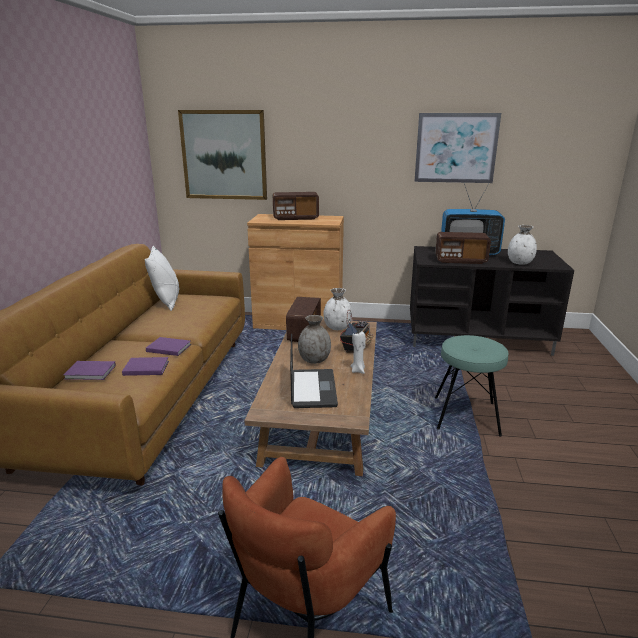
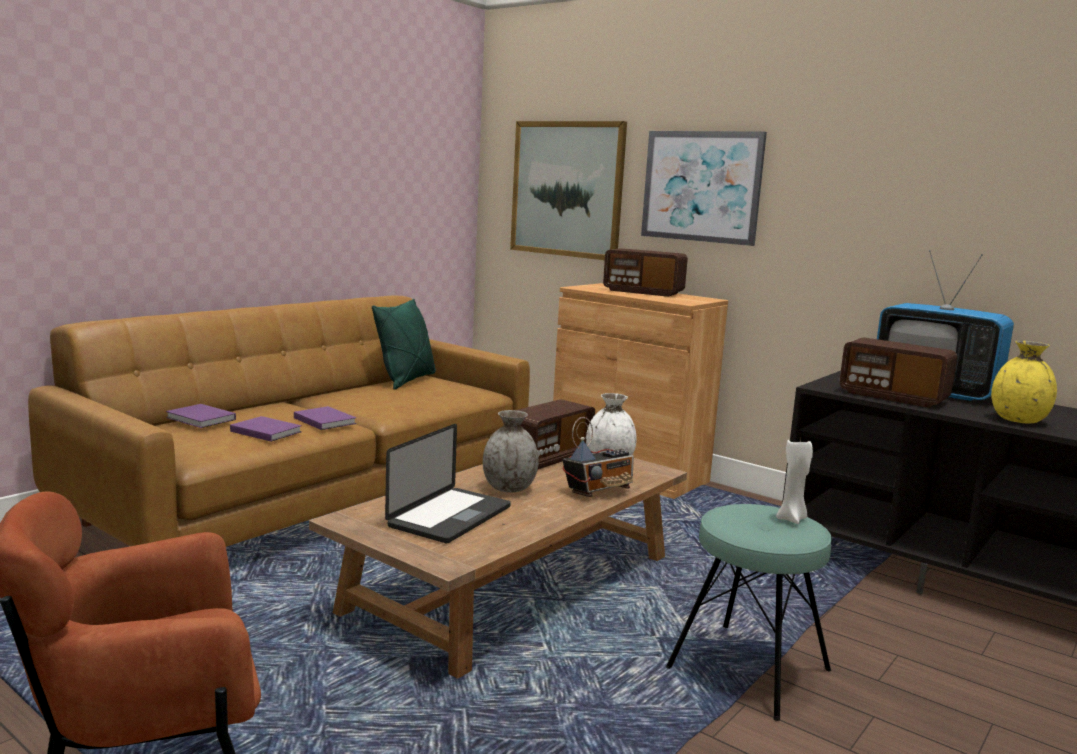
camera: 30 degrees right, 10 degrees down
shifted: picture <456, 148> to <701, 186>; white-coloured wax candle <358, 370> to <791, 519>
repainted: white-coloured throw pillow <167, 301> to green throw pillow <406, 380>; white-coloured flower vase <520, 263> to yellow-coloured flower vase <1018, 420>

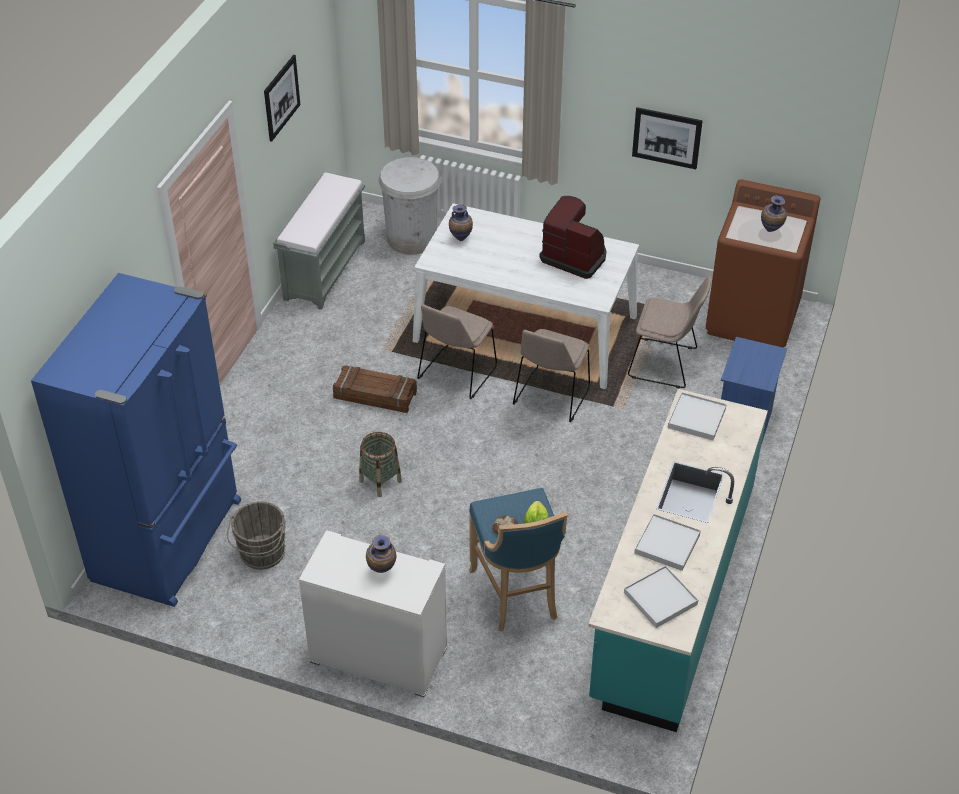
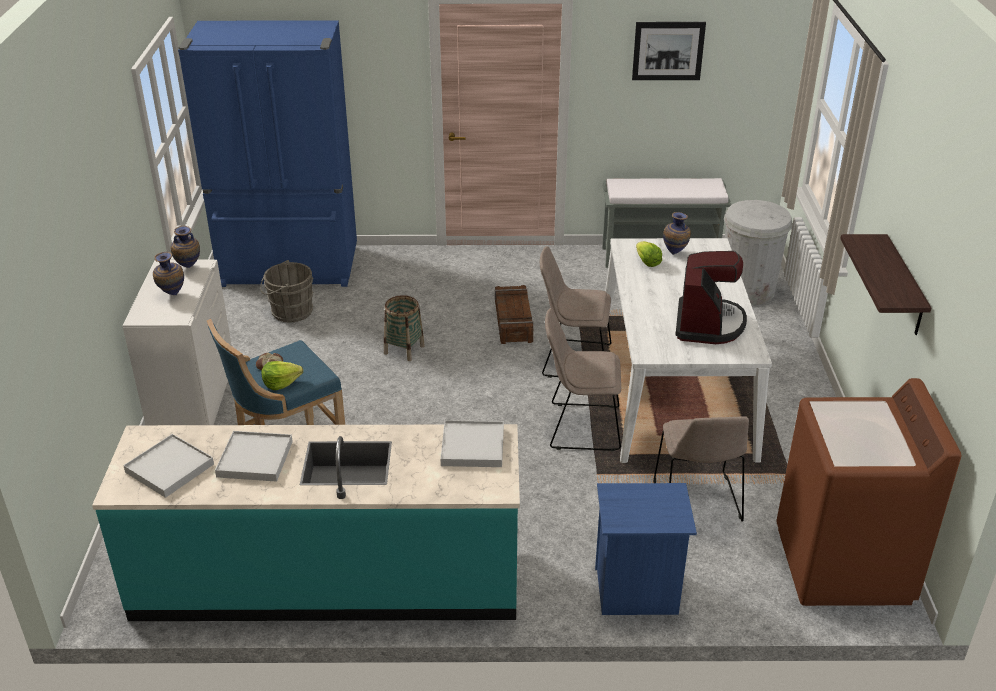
camera: 70 degrees right, 10 degrees down
new: lettuce <647, 262>
shifted: flower vase <771, 231> to <188, 268>
swapped: picture <666, 138> to wall shelf <904, 286>

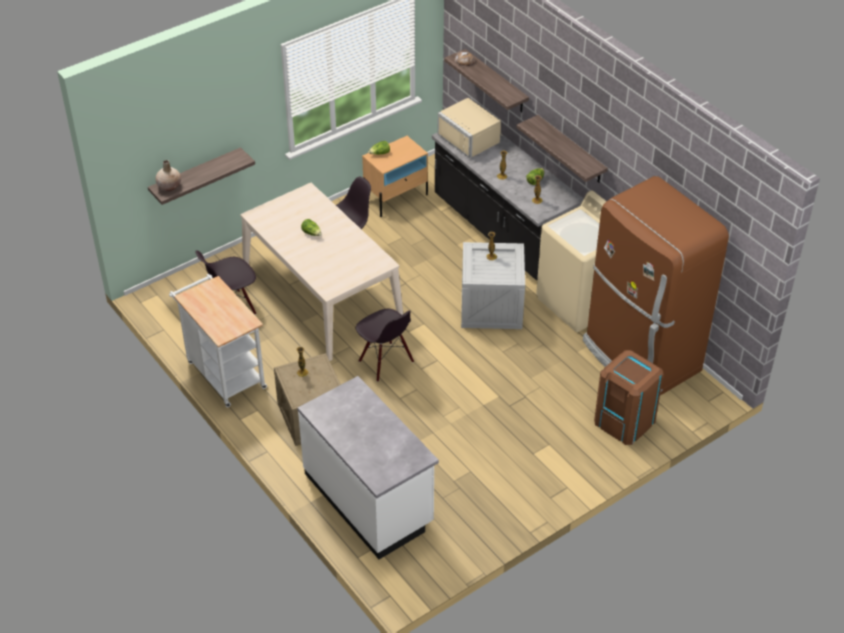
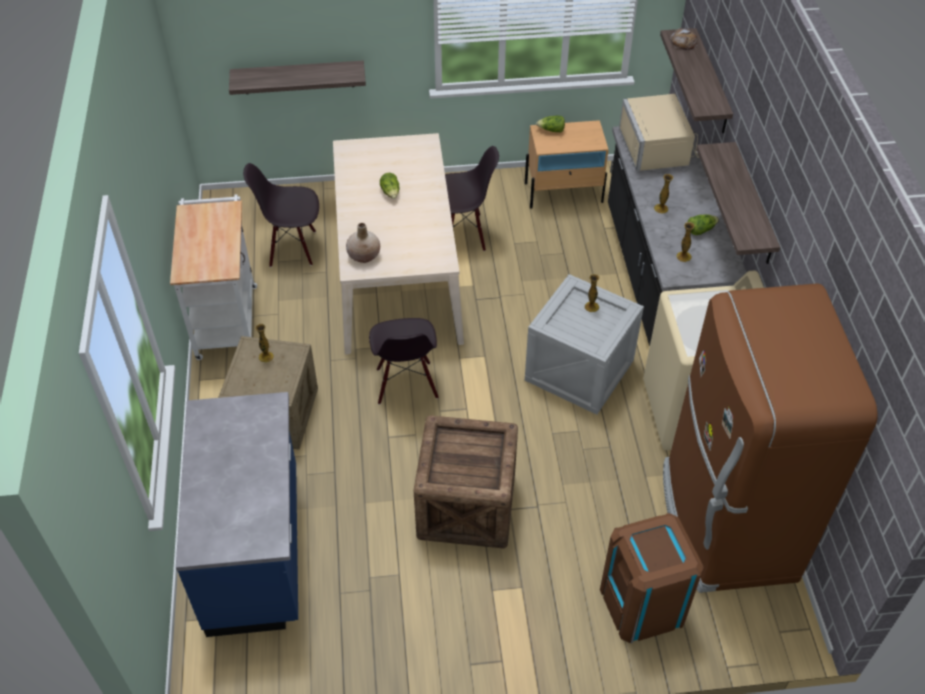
camera: 30 degrees right, 5 degrees up
new: shipping crate <467, 507>
shifted: sand-coloured flower vase <169, 186> to <364, 255>
repainted: white-coloured kitchen base unit <369, 499> to blue kitchen base unit <257, 550>

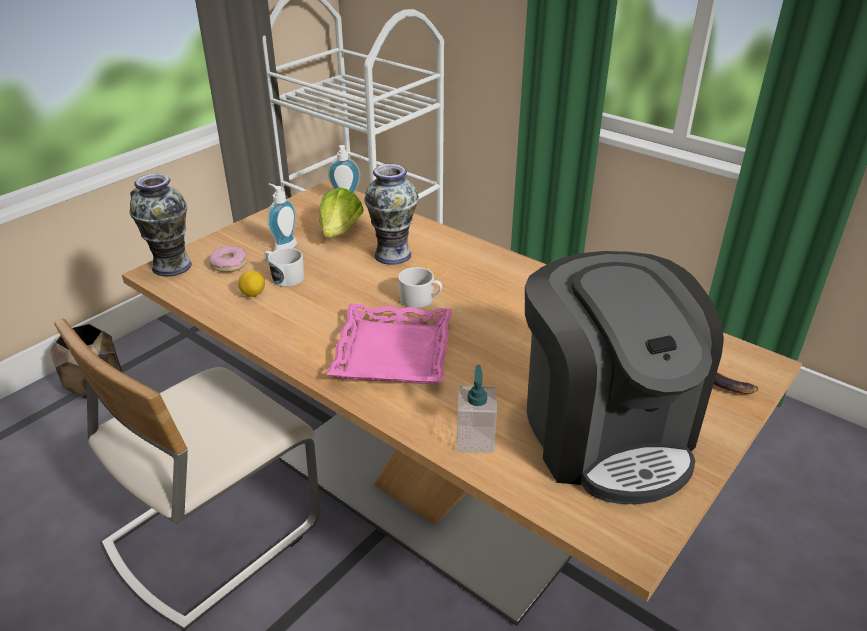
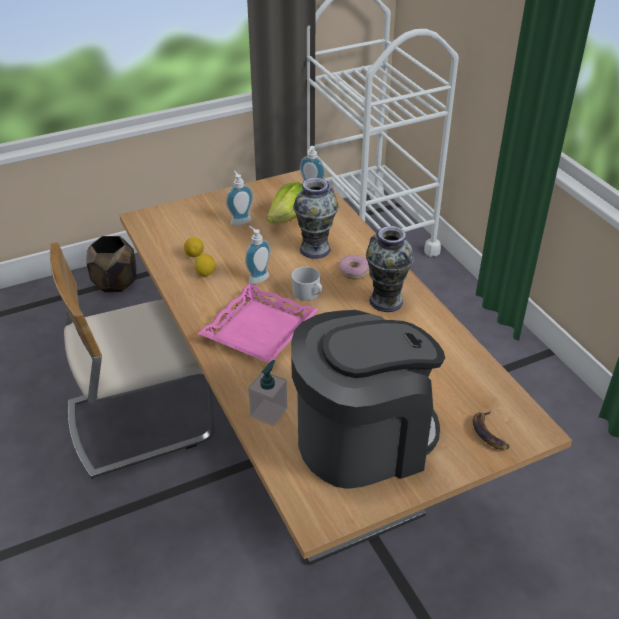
camera: 25 degrees right, 5 degrees up
gone: white-coloured tea mug <284, 277>
new: lemon <205, 273>; soap bottle <257, 277>
shifted: donut <229, 264> to <354, 271>; flower vase <171, 266> to <385, 301>
rotated: coffee maker <605, 432> = <363, 438> 120 degrees counterclockwise

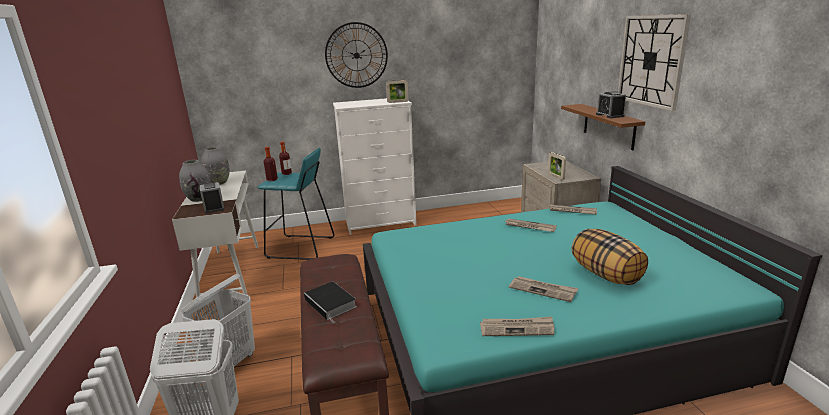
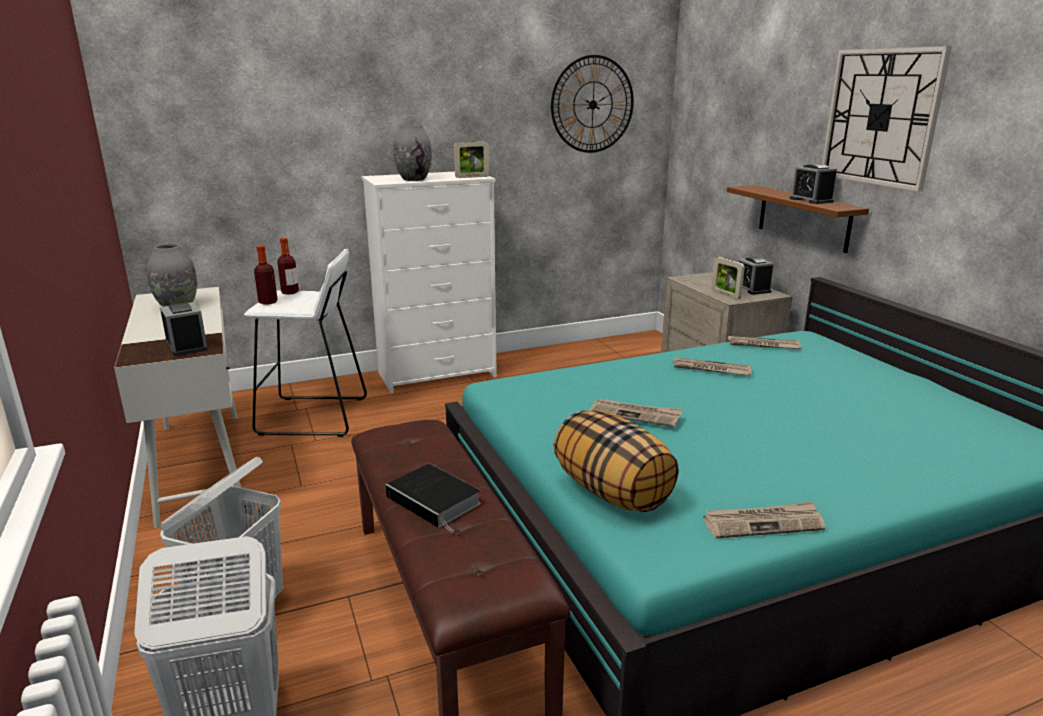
camera: 10 degrees left, 0 degrees up
new: table clock <752, 289>
shifted: greyish flower vase <199, 199> to <414, 179>; clock on the wall <356, 55> to <592, 104>; throw pillow <606, 275> to <613, 492>; daily paper <543, 290> to <635, 415>
repainted: blue-green stool <301, 248> to white-coloured stool <314, 416>

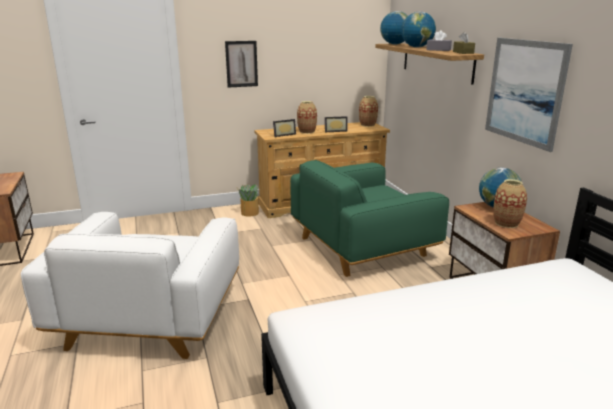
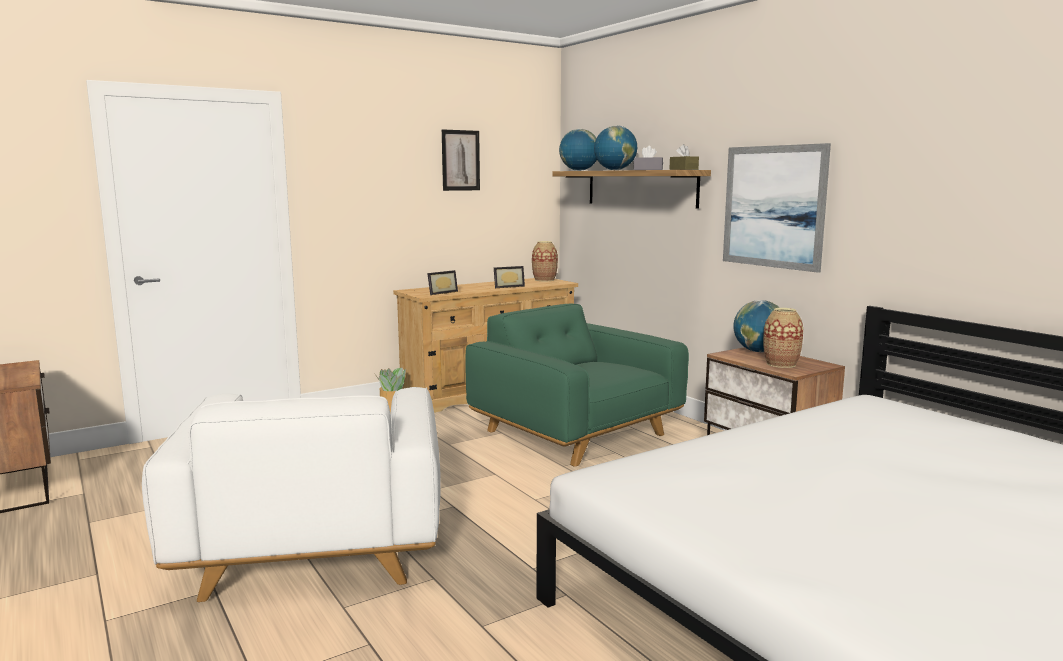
camera: 15 degrees left, 10 degrees down
gone: flower vase <307, 131>
shifted: picture <241, 64> to <460, 160>
rotated: green lounge chair <362, 246> = <575, 433> 90 degrees clockwise

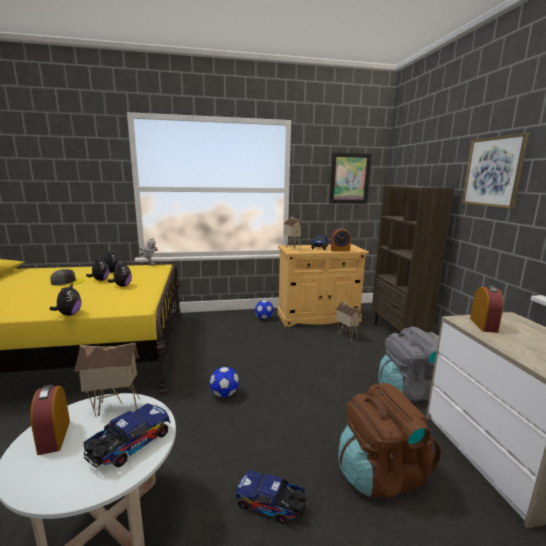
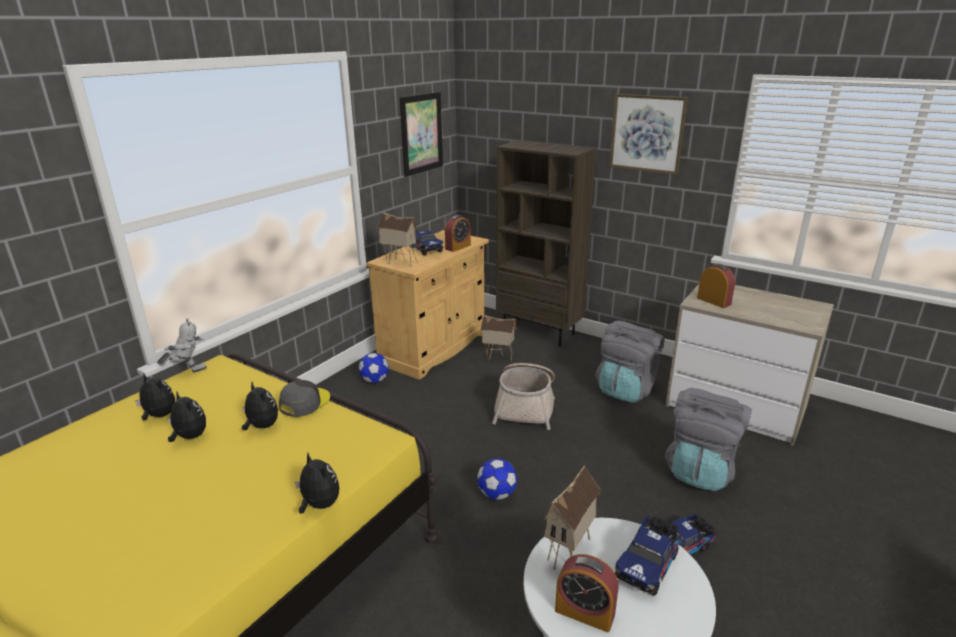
camera: 45 degrees left, 10 degrees up
new: storage basket <526, 405>
shifted: greyish cap <67, 282> to <304, 402>
repainted: brownish knapsack <380, 474> to greyish knapsack <700, 470>
rotated: model truck <129, 446> = <648, 563> 135 degrees counterclockwise

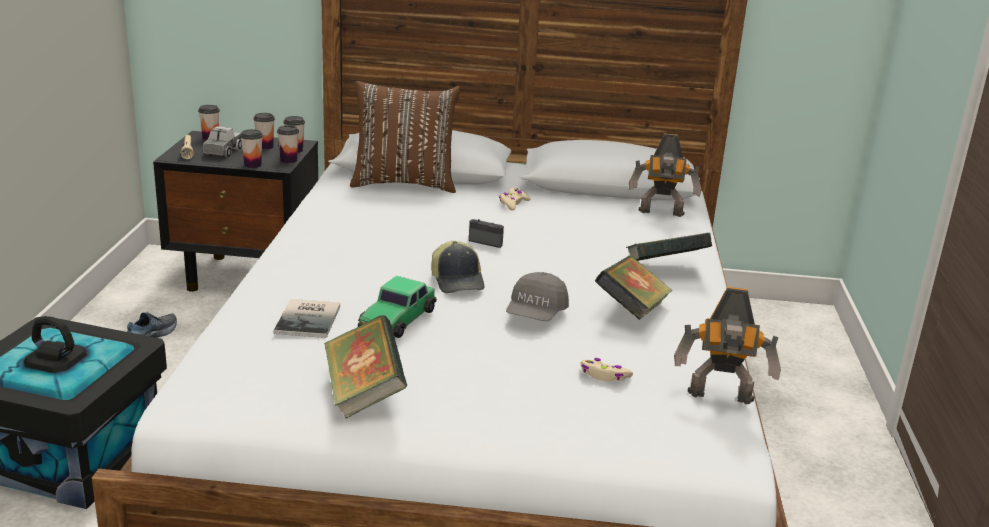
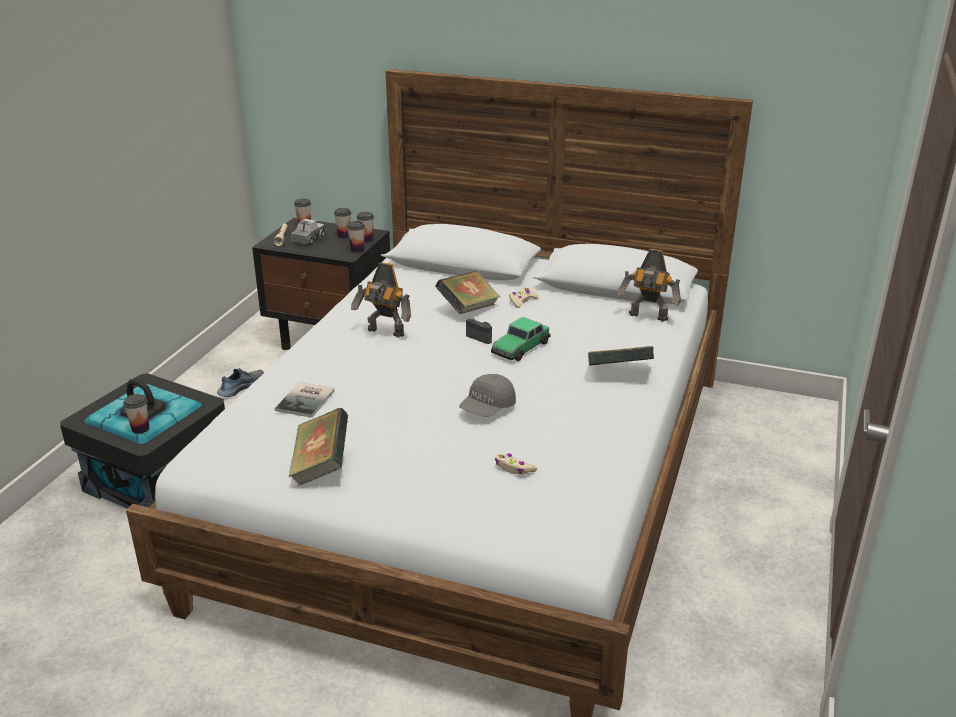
camera: 15 degrees right, 5 degrees up
gone: brownish throw pillow <404, 183>; cap <458, 281>
shifted: cup <252, 165> to <140, 429>; toy robot <721, 398> to <385, 333>; book <631, 311> to <468, 309>; model car <397, 319> to <520, 348>

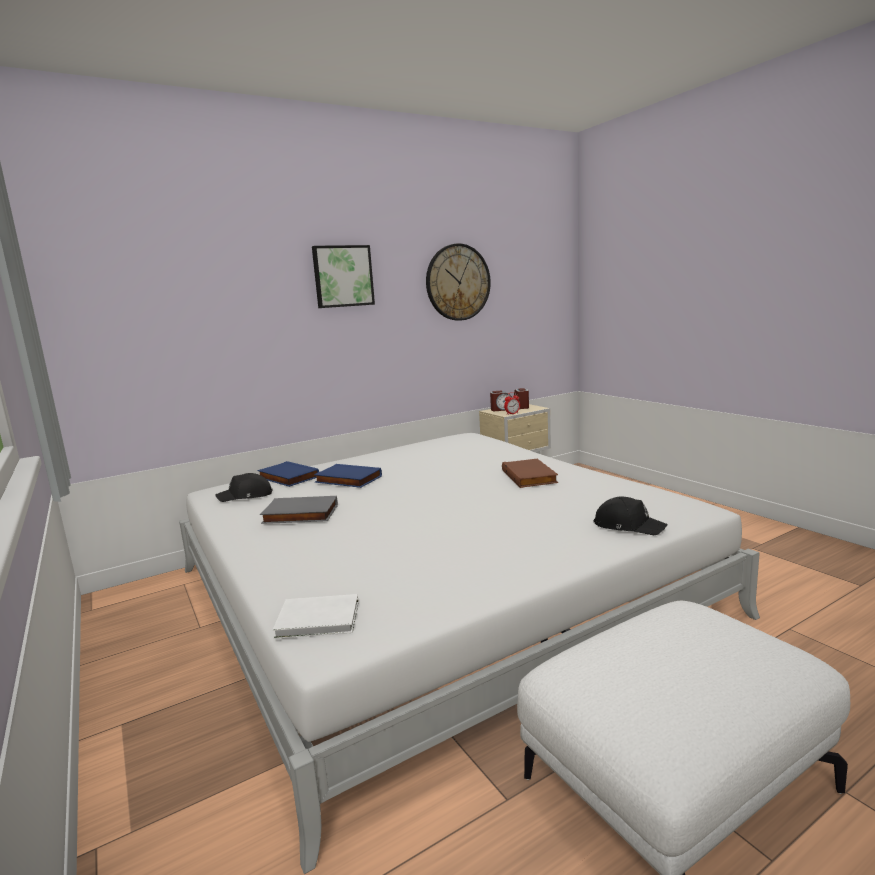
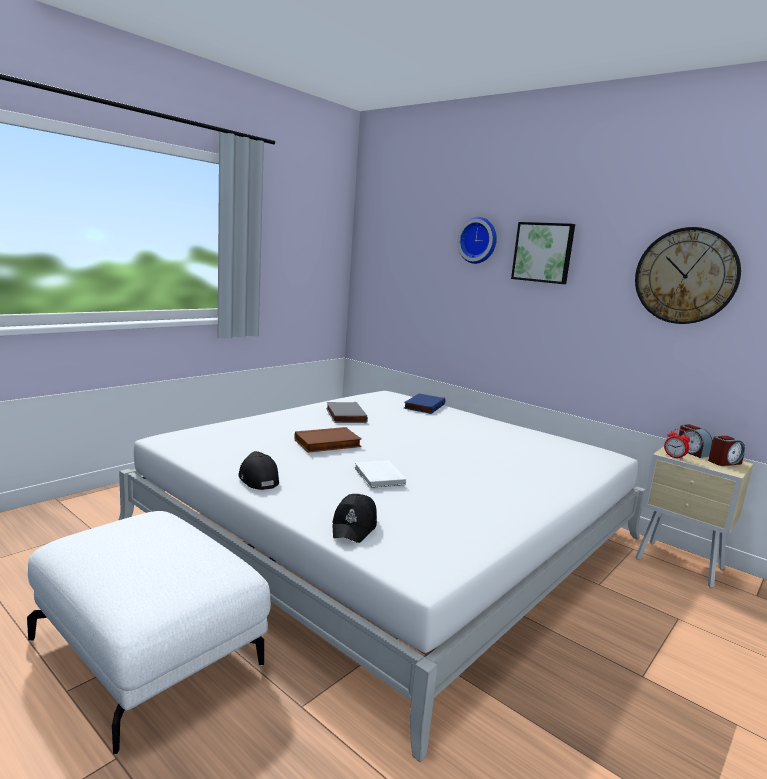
camera: 70 degrees right, 0 degrees up
gone: blue book <347, 480>
new: clock on the wall <478, 240>
shifted: black-coloured cap <246, 496> to <257, 478>; brownish book <530, 476> to <327, 444>; white-coloured book <320, 620> to <379, 477>

